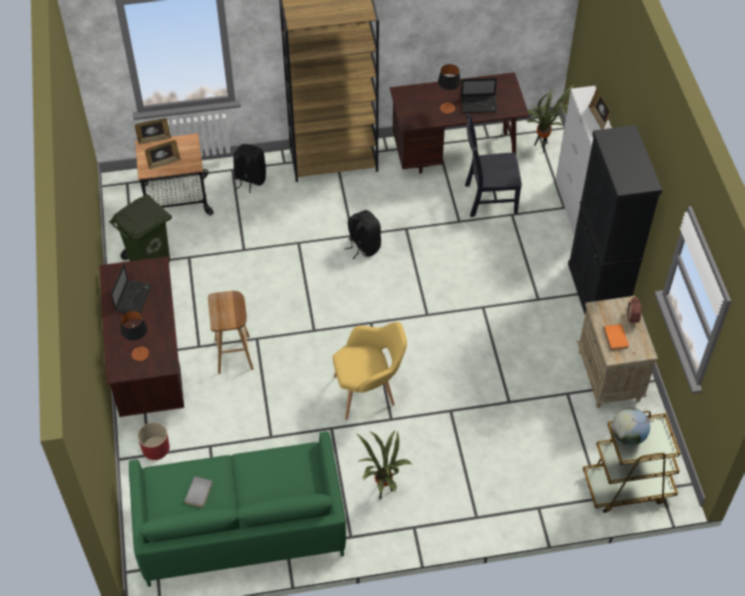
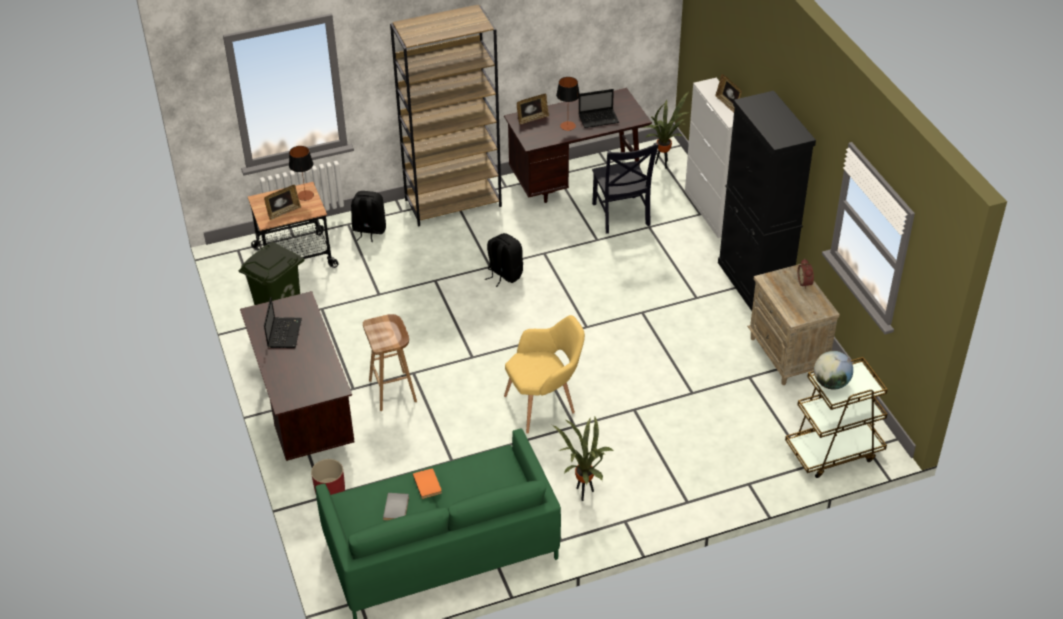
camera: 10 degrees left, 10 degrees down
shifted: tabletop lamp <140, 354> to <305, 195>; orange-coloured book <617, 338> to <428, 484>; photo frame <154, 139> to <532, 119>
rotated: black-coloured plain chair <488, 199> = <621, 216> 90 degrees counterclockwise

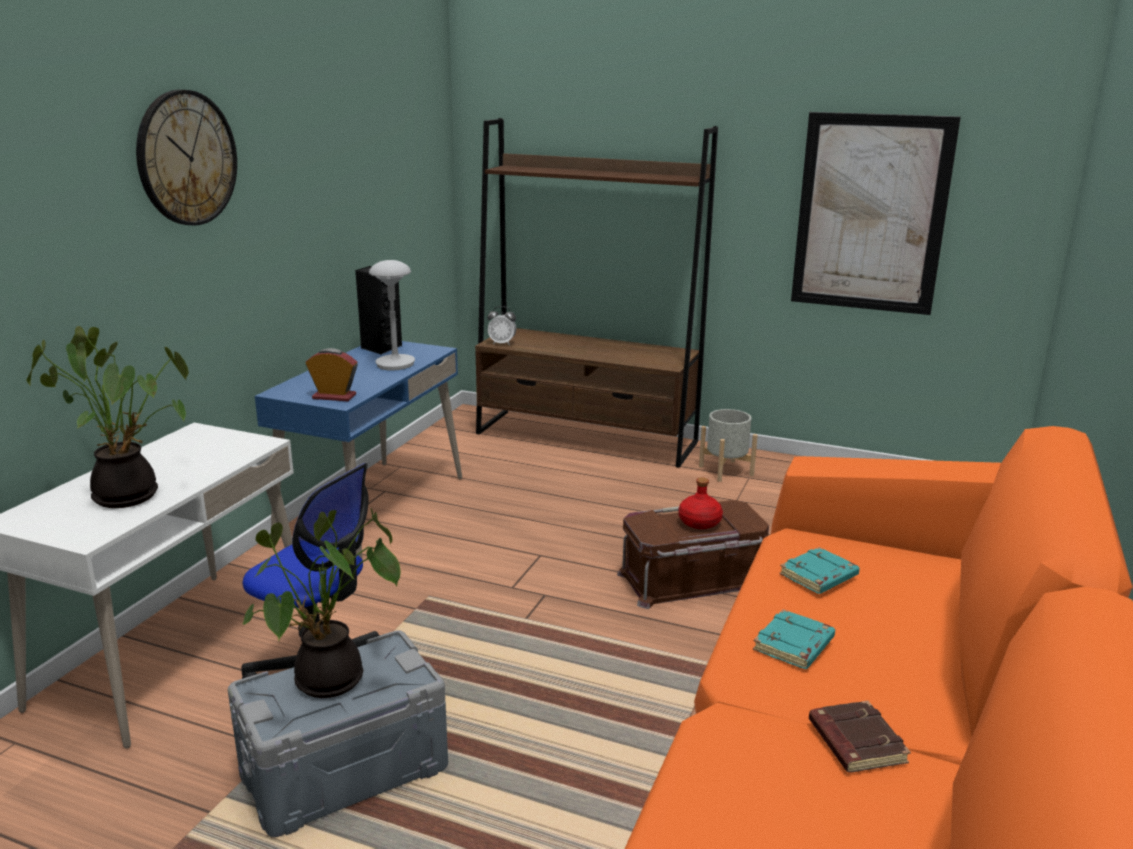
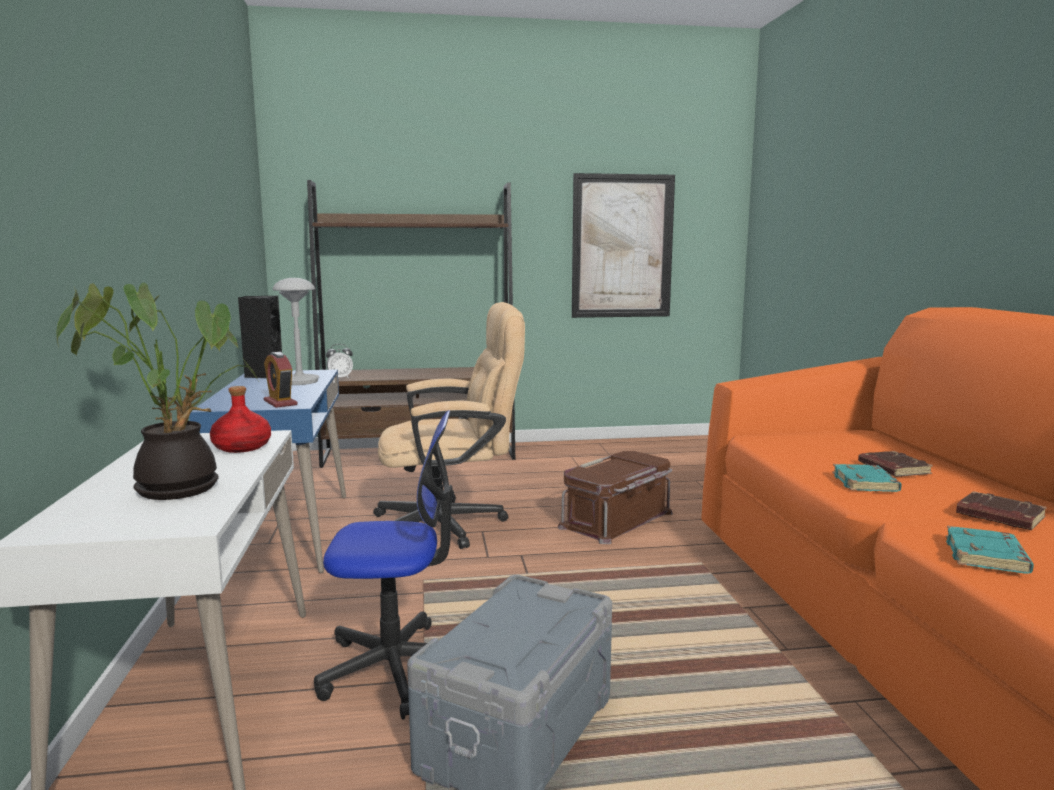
camera: 30 degrees left, 10 degrees down
gone: clock on the wall <186, 158>; houseplant <329, 684>; greyish planter <726, 470>
new: sand-coloured office chair <451, 524>; brownish book <892, 469>
shifted: red beverage bottle <699, 522> to <242, 447>; blue-green book <819, 576> to <987, 557>
rotated: table clock <334, 397> = <280, 403> 105 degrees counterclockwise

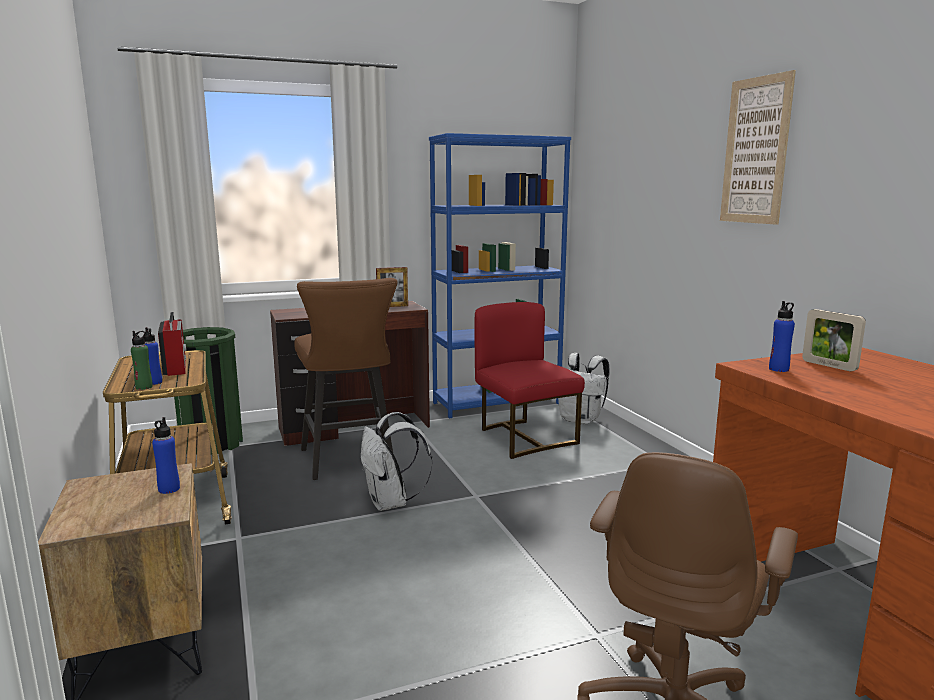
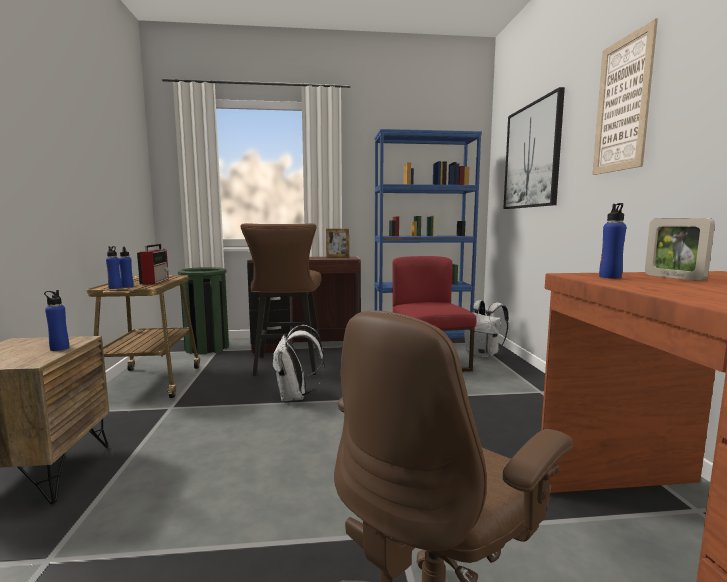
camera: 15 degrees right, 5 degrees down
new: picture <532, 156>
repainted: green beverage bottle <144, 387> to blue beverage bottle <115, 288>

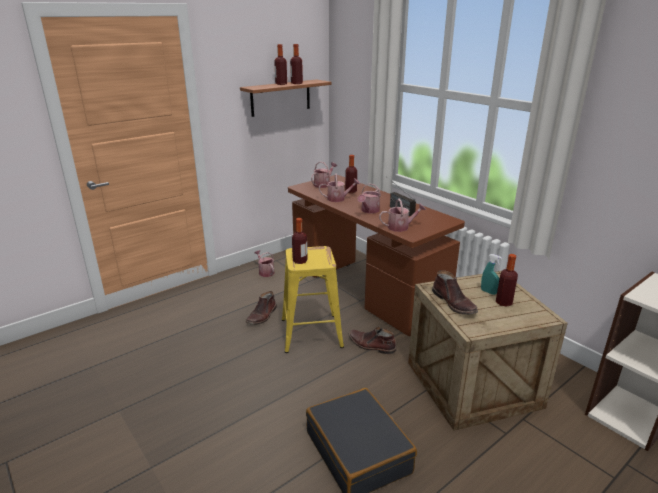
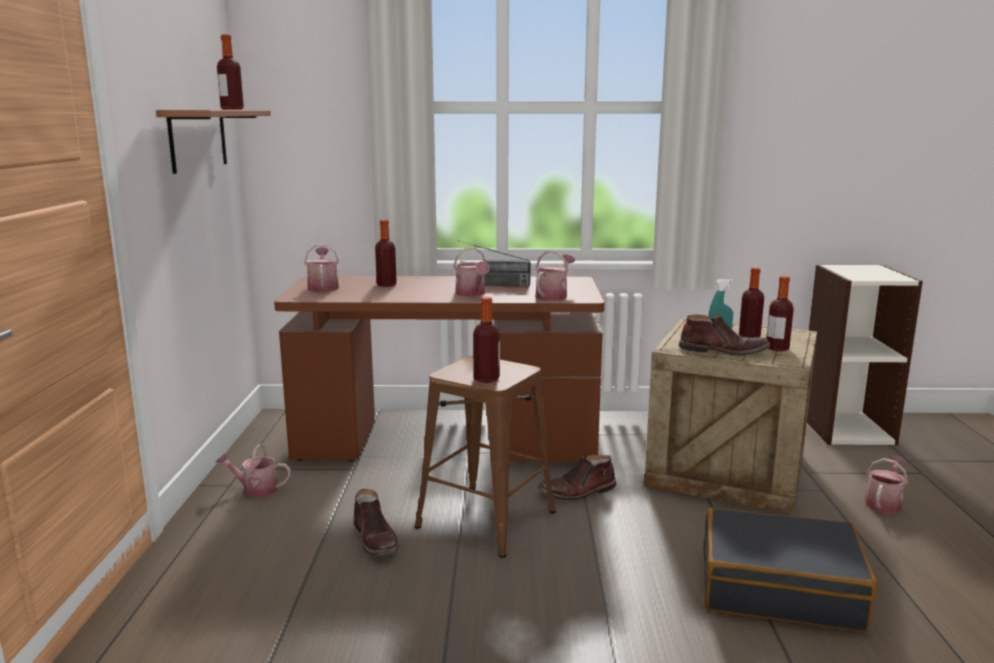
camera: 50 degrees left, 10 degrees down
shifted: beverage bottle <281, 84> to <777, 348>; sprinkling can <338, 199> to <884, 503>
repainted: yellow-coloured stool <310, 333> to brownish stool <485, 519>

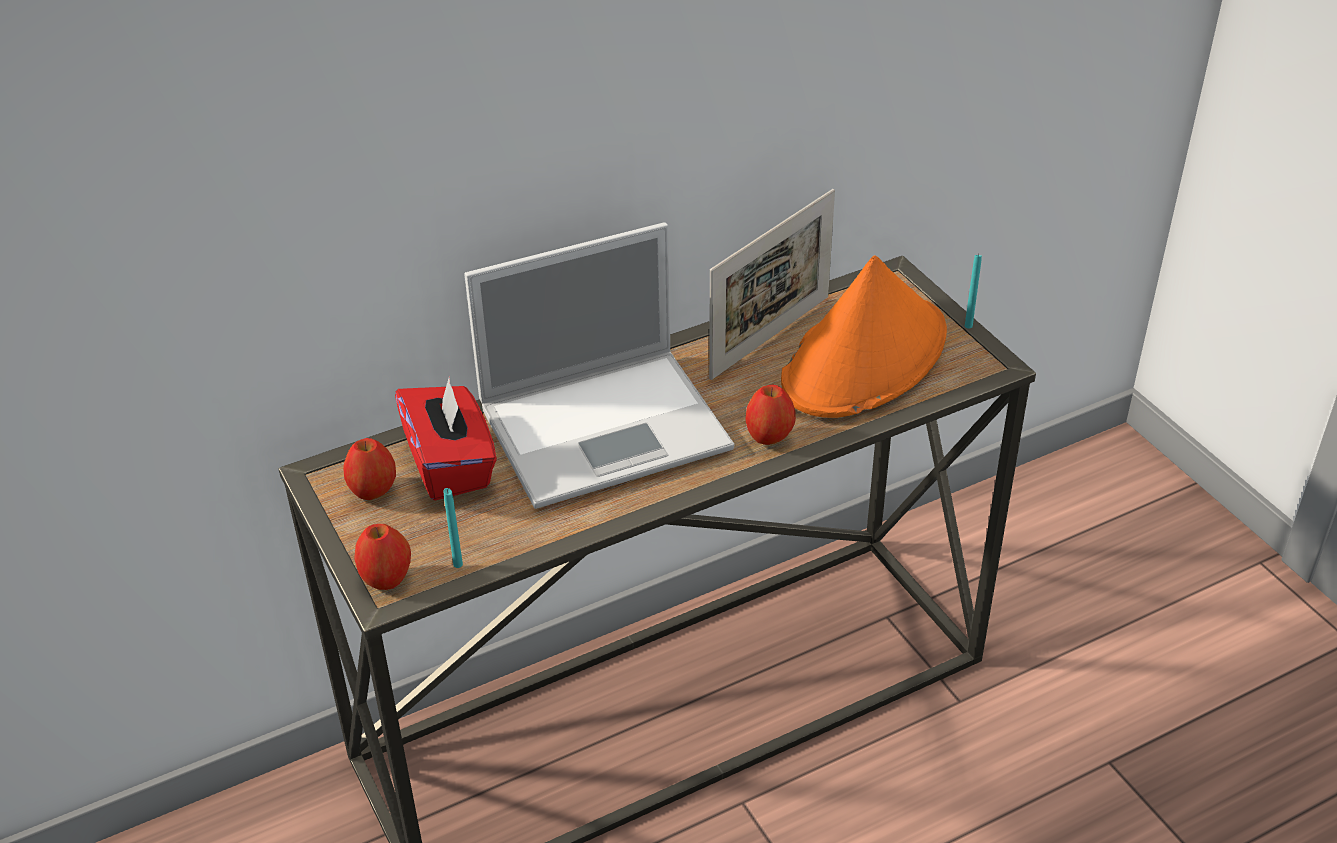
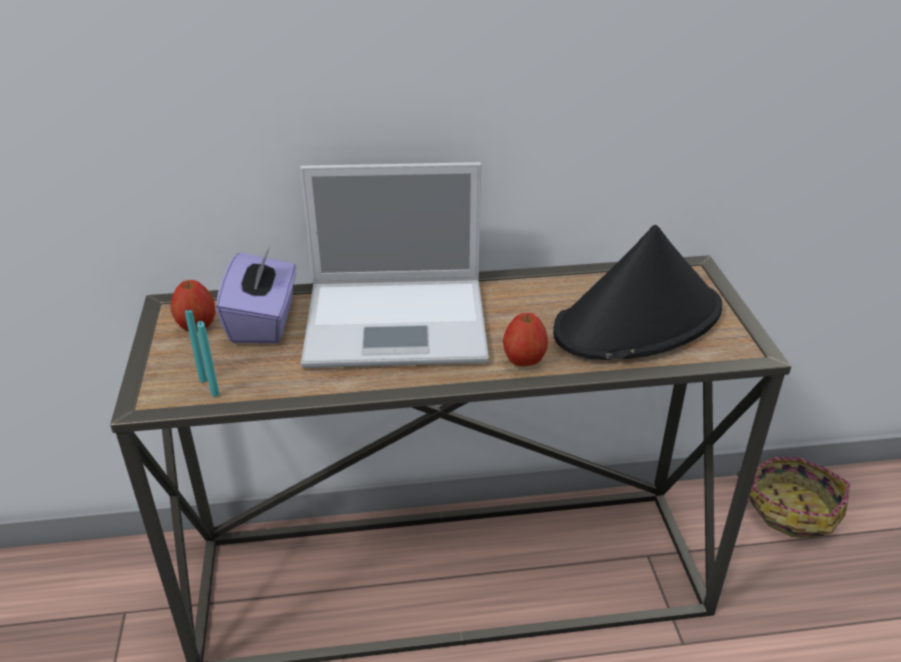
camera: 20 degrees right, 5 degrees down
gone: apple <386, 578>; photo frame <770, 336>
new: storage basket <791, 507>
shifted: blue-green wax candle <968, 326> to <203, 380>
repainted: red box of tissues <451, 465> to purple-coloured box of tissues <264, 321>; orange-coloured wearable hat <865, 359> to black-coloured wearable hat <639, 321>

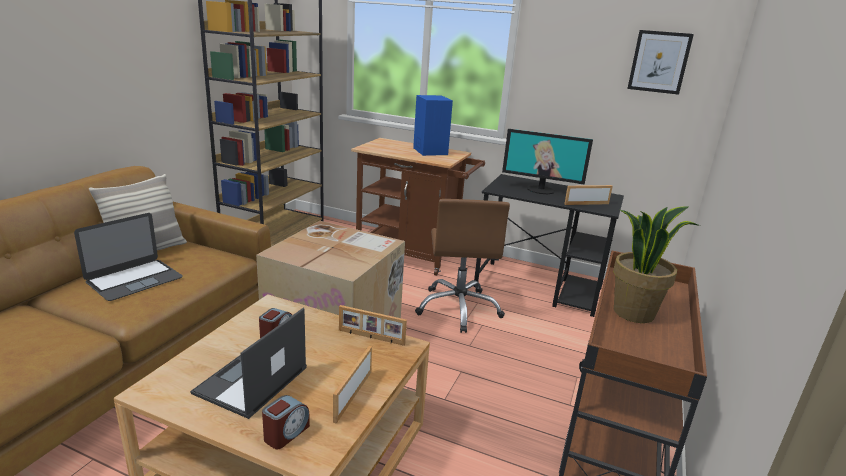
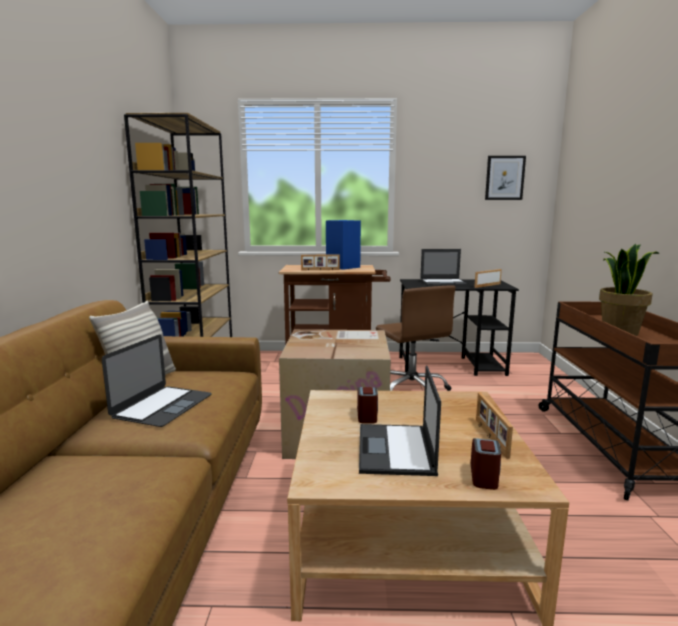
camera: 20 degrees left, 10 degrees down
shifted: photo frame <371, 337> to <320, 270>
swapped: monitor <541, 190> to notebook computer <444, 283>

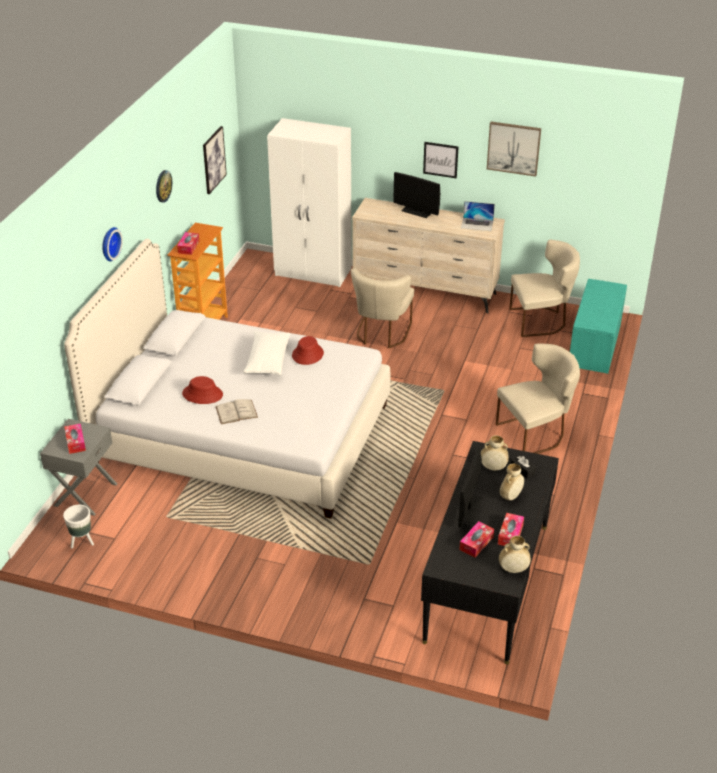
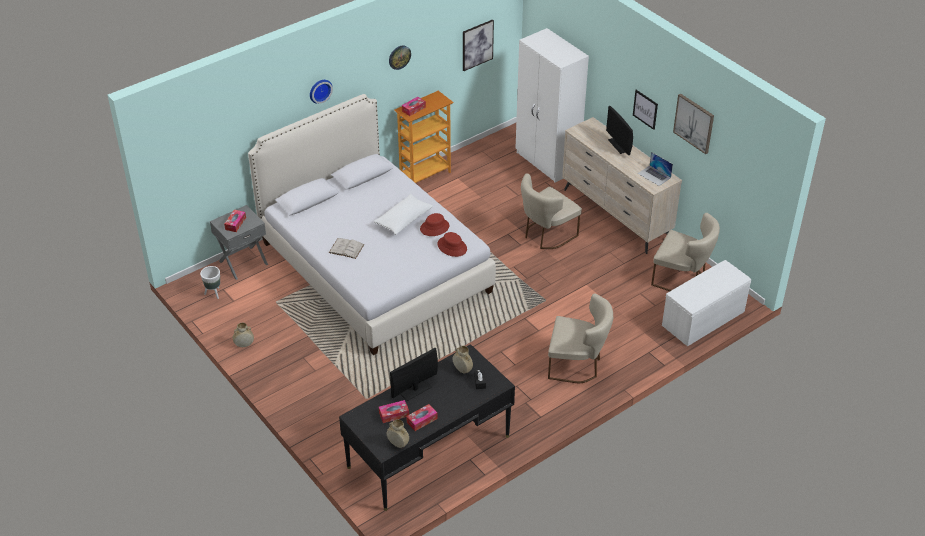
camera: 35 degrees right, 5 degrees up
shifted: sand-coloured flower vase <511, 496> to <244, 345>; red wearable hat <202, 394> to <452, 247>
repainted: blue-green long seat <595, 345> to white-coloured long seat <703, 319>

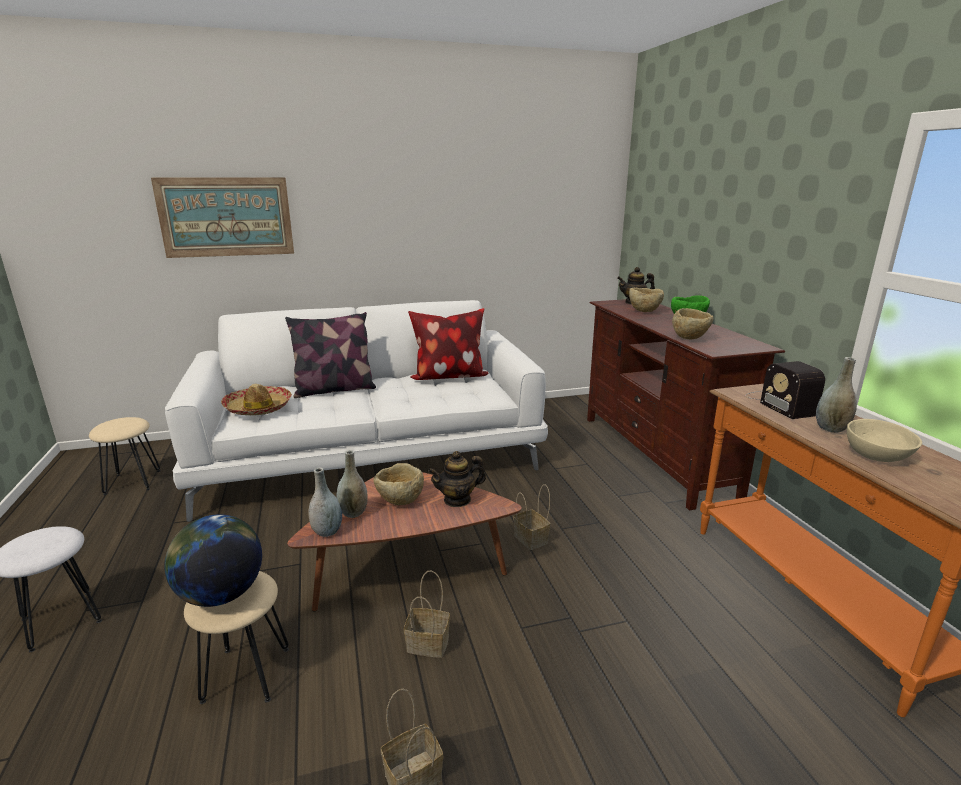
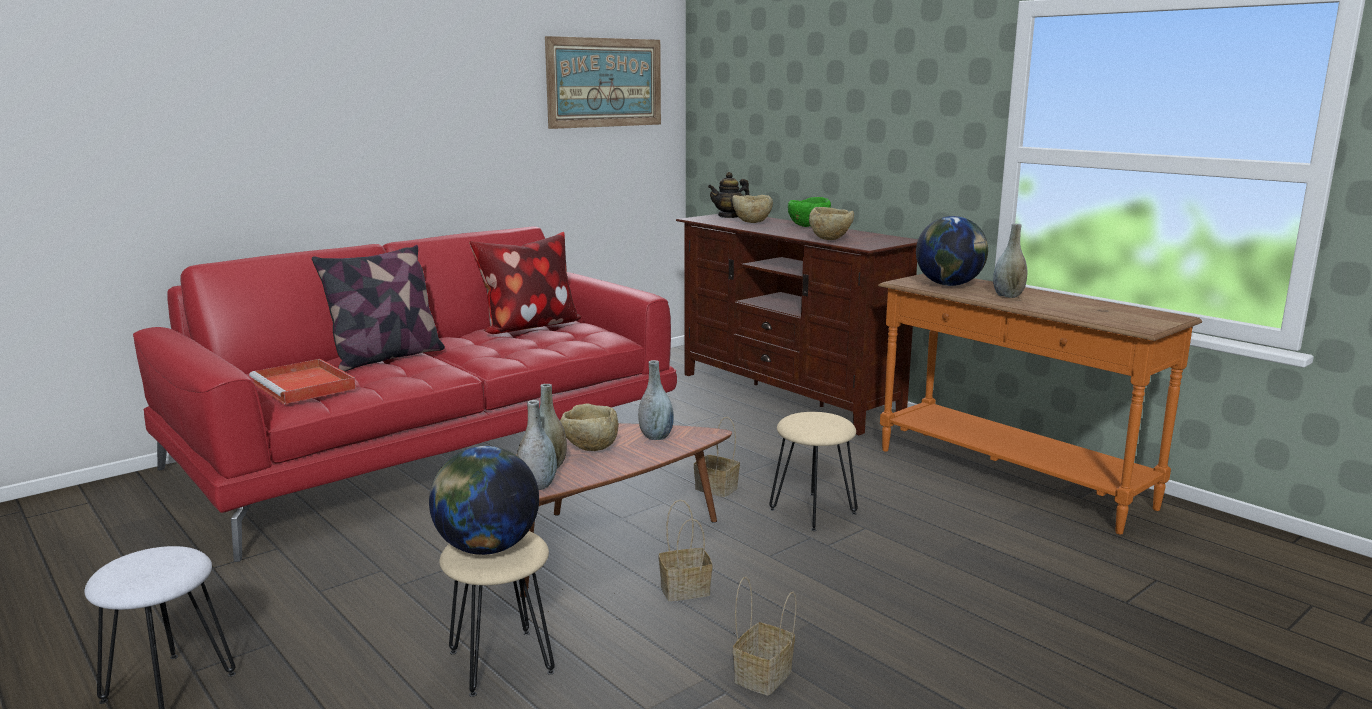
camera: 25 degrees left, 5 degrees down
gone: sand-coloured serving bowl <875, 455>
shifted: picture <226, 217> to <605, 82>; sand-coloured stool <132, 482> to <812, 511>
swapped: wearable hat <258, 408> to red tray <305, 386>; teapot <457, 500> to greyish flower vase <656, 437>; radio set <778, 403> to globe <949, 285>
repainted: white-coloured couch <371, 452> to red couch <433, 448>

